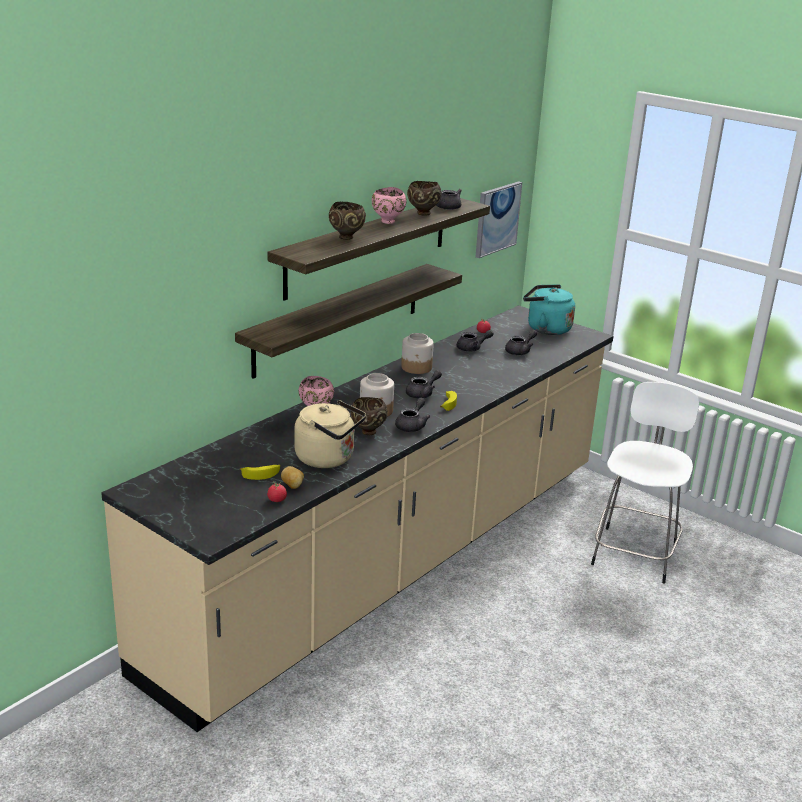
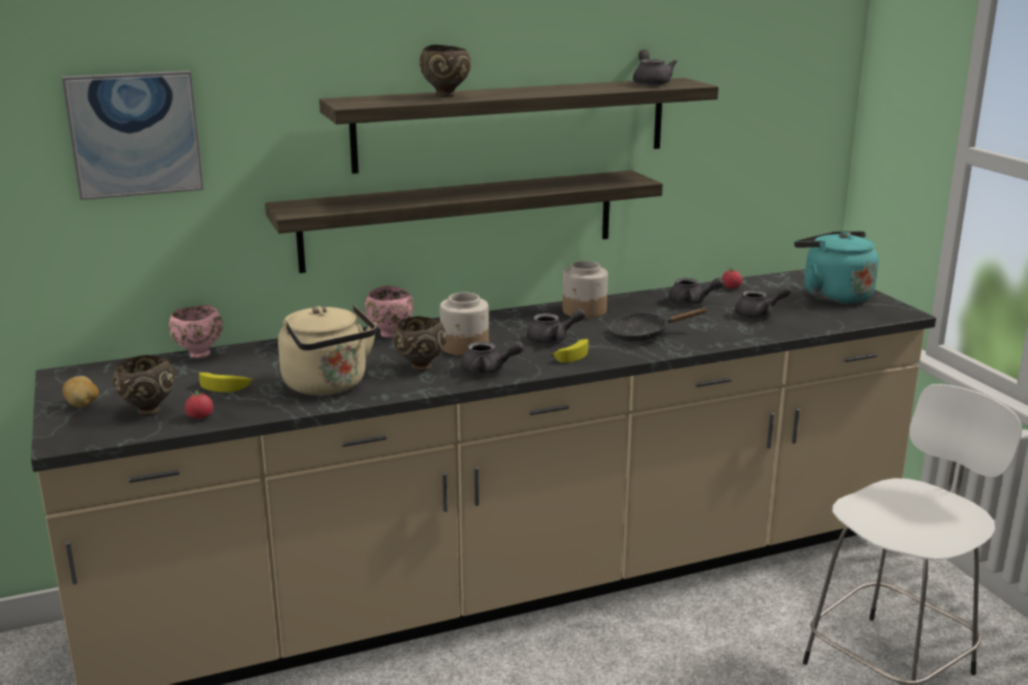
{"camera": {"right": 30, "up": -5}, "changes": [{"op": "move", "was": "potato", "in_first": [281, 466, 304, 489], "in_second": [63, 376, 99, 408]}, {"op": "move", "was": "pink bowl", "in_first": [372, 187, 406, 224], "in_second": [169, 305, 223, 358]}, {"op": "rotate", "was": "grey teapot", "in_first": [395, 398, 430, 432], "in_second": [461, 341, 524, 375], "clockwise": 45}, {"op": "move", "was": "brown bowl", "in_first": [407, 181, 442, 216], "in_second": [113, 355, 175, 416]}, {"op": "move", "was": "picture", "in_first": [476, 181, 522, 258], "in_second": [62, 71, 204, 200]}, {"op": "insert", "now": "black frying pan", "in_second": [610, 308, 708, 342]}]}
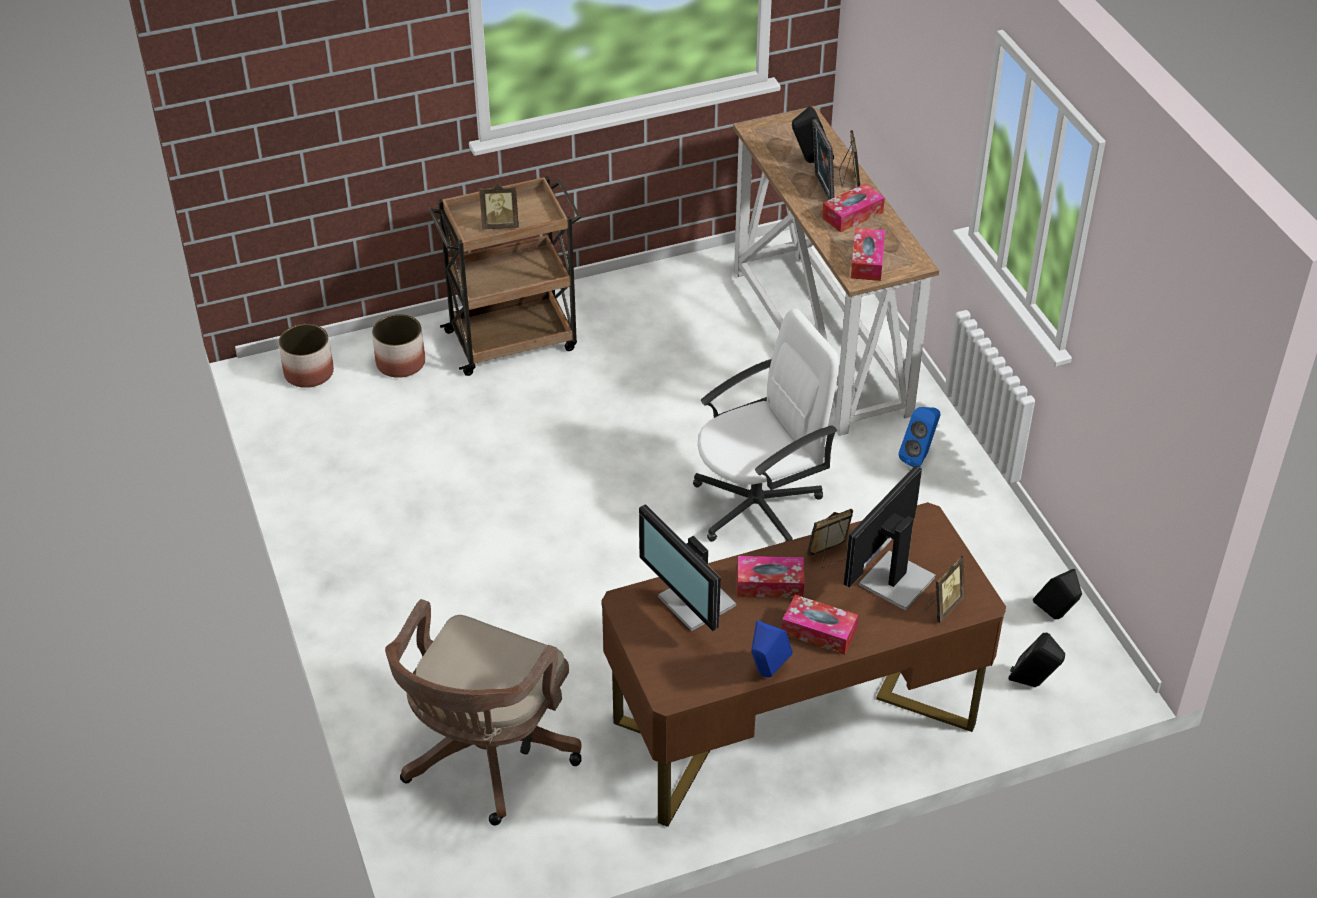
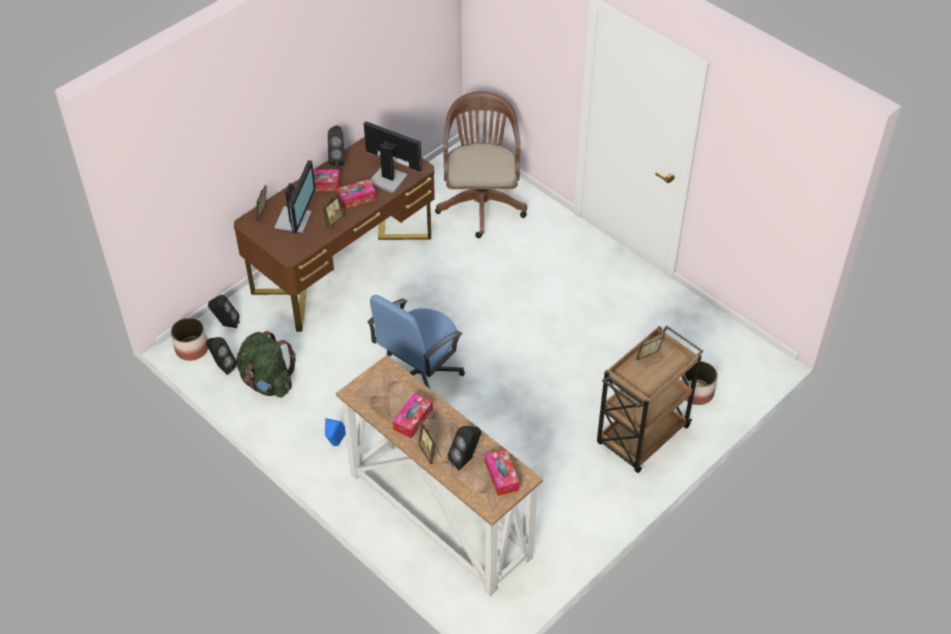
{"camera": {"right": 155, "up": 5}, "changes": [{"op": "move", "was": "planter", "in_first": [279, 324, 334, 388], "in_second": [171, 317, 208, 361]}, {"op": "recolor", "was": "white office chair", "now": "blue office chair", "in_first": [693, 308, 839, 542], "in_second": [367, 295, 465, 389]}, {"op": "recolor", "was": "blue speaker", "now": "black speaker", "in_first": [751, 620, 793, 678], "in_second": [328, 126, 345, 166]}, {"op": "delete", "was": "picture frame", "in_first": [812, 119, 834, 200]}, {"op": "move", "was": "tissue box", "in_first": [851, 228, 885, 281], "in_second": [485, 449, 519, 496]}, {"op": "insert", "now": "green backpack", "in_second": [236, 331, 296, 398]}]}
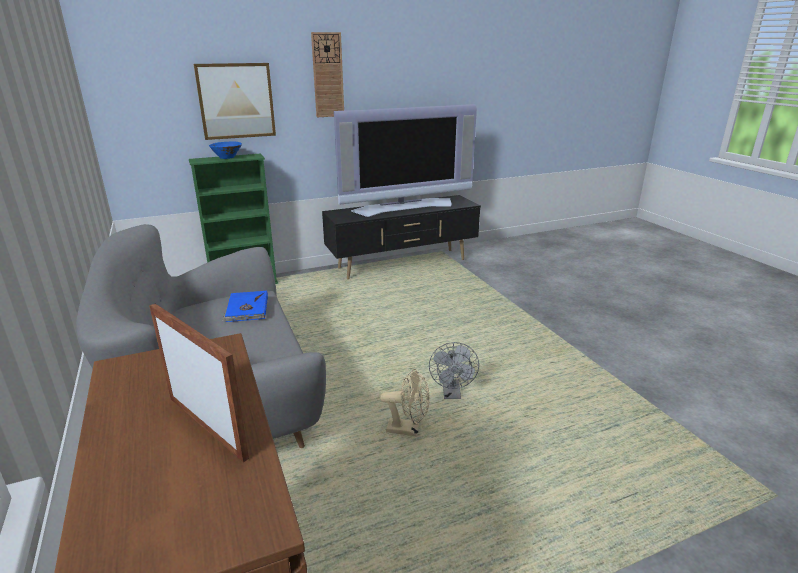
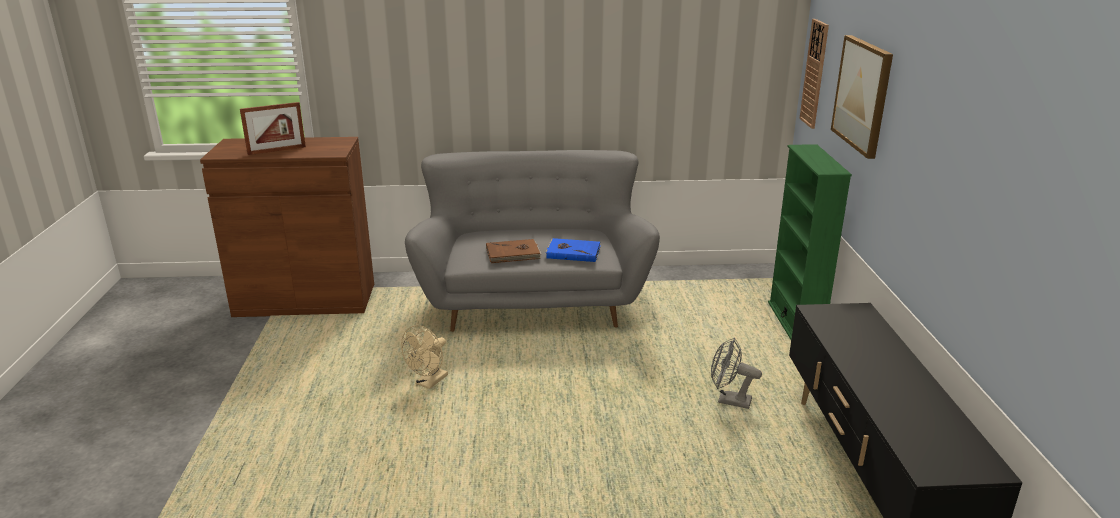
{"camera": {"right": 110, "up": 0}, "changes": [{"op": "delete", "was": "blue bowl", "in_first": [209, 141, 242, 159]}, {"op": "move", "was": "wall clock", "in_first": [311, 32, 344, 117], "in_second": [799, 19, 829, 129]}, {"op": "delete", "was": "television", "in_first": [334, 104, 477, 217]}, {"op": "move", "was": "grey fan", "in_first": [429, 342, 479, 399], "in_second": [711, 337, 762, 409]}, {"op": "insert", "now": "brown book", "in_second": [486, 239, 542, 263]}]}
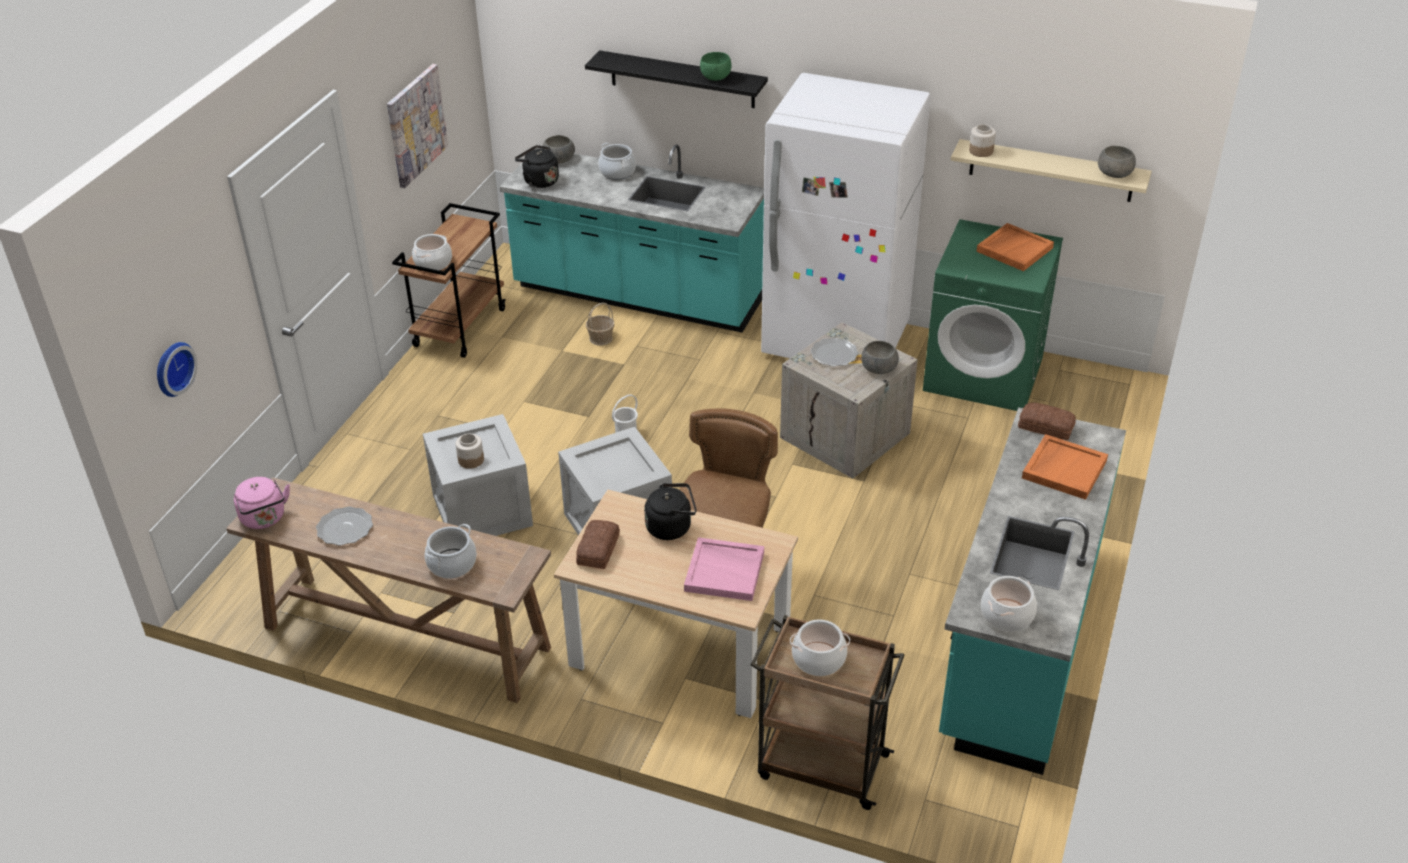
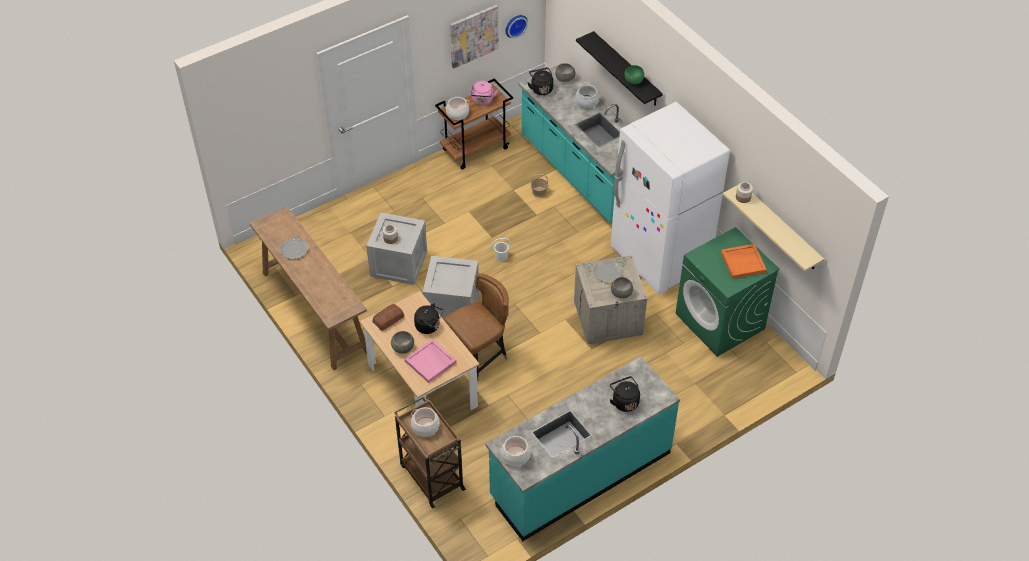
{"camera": {"right": 35, "up": 10}, "changes": [{"op": "move", "was": "wall clock", "in_first": [157, 342, 197, 397], "in_second": [506, 15, 528, 38]}, {"op": "move", "was": "pink kettle", "in_first": [234, 477, 290, 529], "in_second": [471, 81, 498, 105]}, {"op": "delete", "was": "cooking pot", "in_first": [425, 524, 477, 579]}, {"op": "delete", "was": "bread", "in_first": [1018, 403, 1076, 440]}, {"op": "replace", "was": "orange tray", "now": "black kettle", "in_first": [1022, 434, 1108, 500], "in_second": [610, 376, 640, 412]}, {"op": "move", "was": "grey bowl", "in_first": [1098, 146, 1136, 178], "in_second": [391, 331, 414, 354]}]}
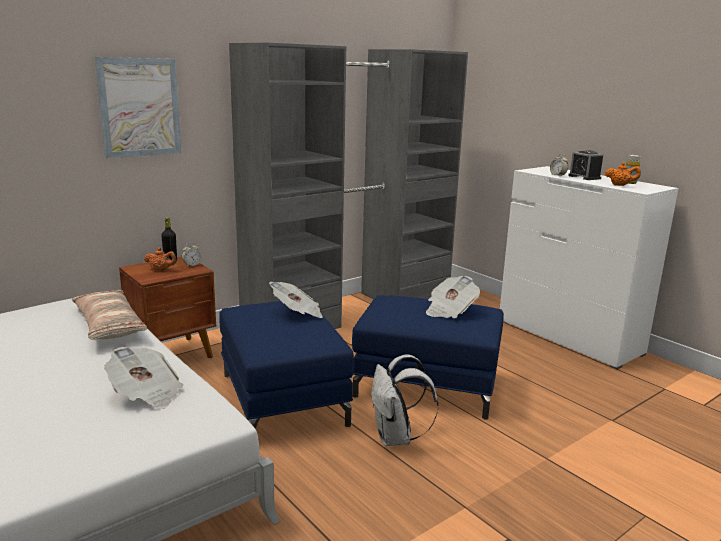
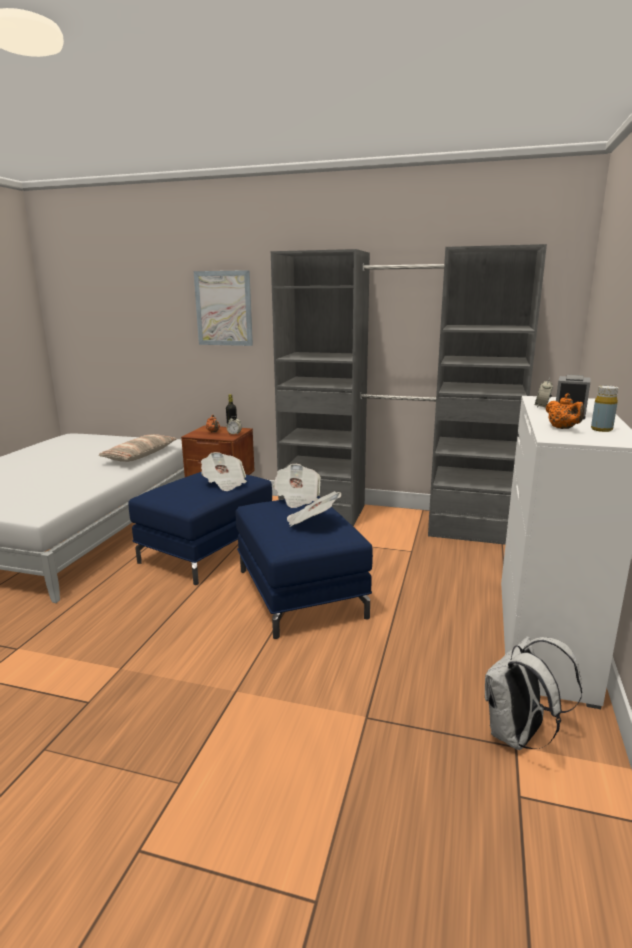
{"camera": {"right": 55, "up": 0}, "changes": [{"op": "move", "was": "newspaper", "in_first": [104, 347, 183, 409], "in_second": [273, 464, 321, 508]}, {"op": "move", "was": "white backpack", "in_first": [371, 354, 438, 447], "in_second": [485, 636, 582, 750]}]}
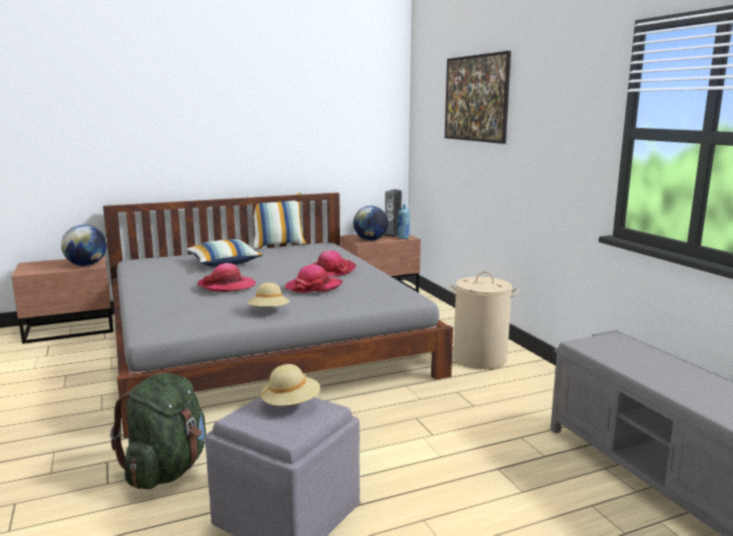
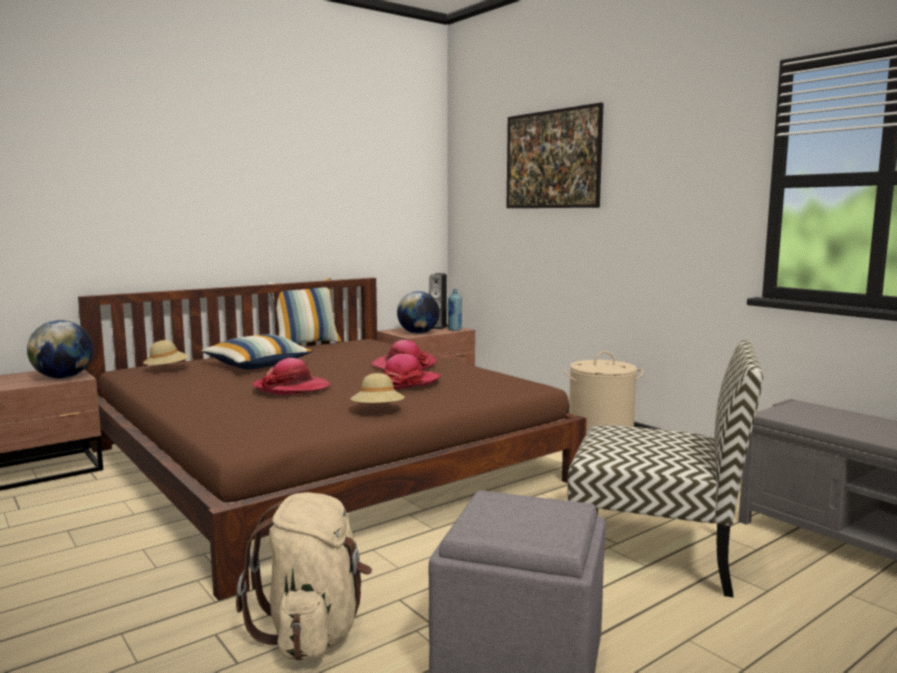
{"camera": {"right": -15, "up": -5}, "changes": [{"op": "recolor", "was": "grey bed", "now": "brown bed", "in_first": [103, 193, 453, 438], "in_second": [78, 278, 587, 601]}, {"op": "recolor", "was": "green backpack", "now": "beige backpack", "in_first": [110, 373, 206, 489], "in_second": [236, 492, 372, 661]}, {"op": "move", "was": "beige hat", "in_first": [260, 364, 320, 406], "in_second": [143, 340, 189, 372]}, {"op": "insert", "now": "chair", "in_second": [567, 340, 763, 597]}]}
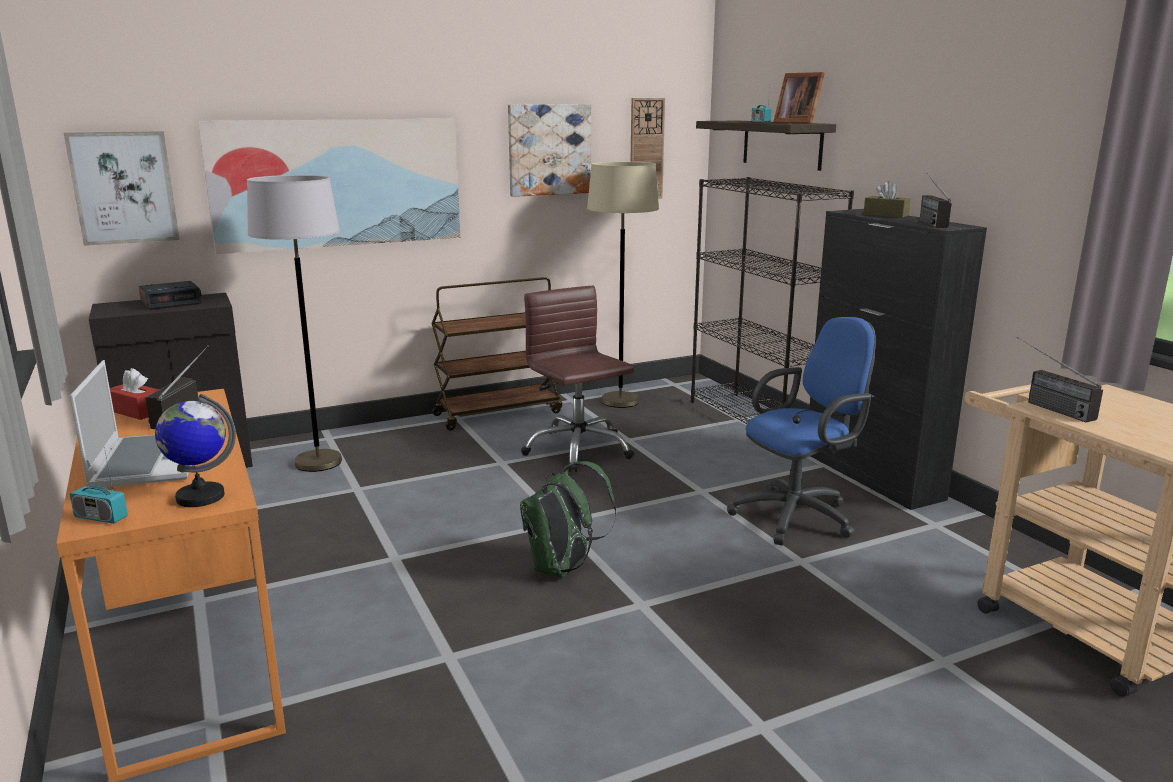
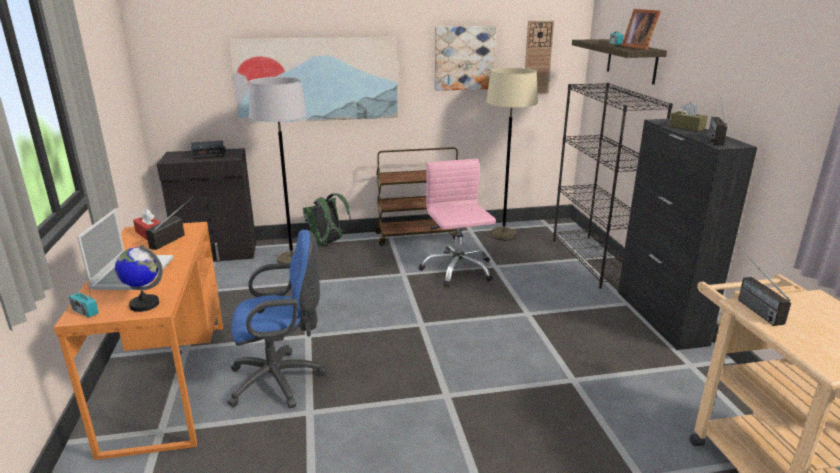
{"camera": {"right": 15, "up": 5}, "changes": [{"op": "delete", "was": "picture", "in_first": [64, 131, 180, 246]}, {"op": "move", "was": "green backpack", "in_first": [520, 461, 616, 578], "in_second": [303, 193, 351, 246]}, {"op": "recolor", "was": "brown office chair", "now": "pink office chair", "in_first": [521, 286, 634, 472], "in_second": [419, 159, 496, 287]}, {"op": "move", "was": "blue office chair", "in_first": [727, 317, 876, 545], "in_second": [227, 230, 326, 408]}]}
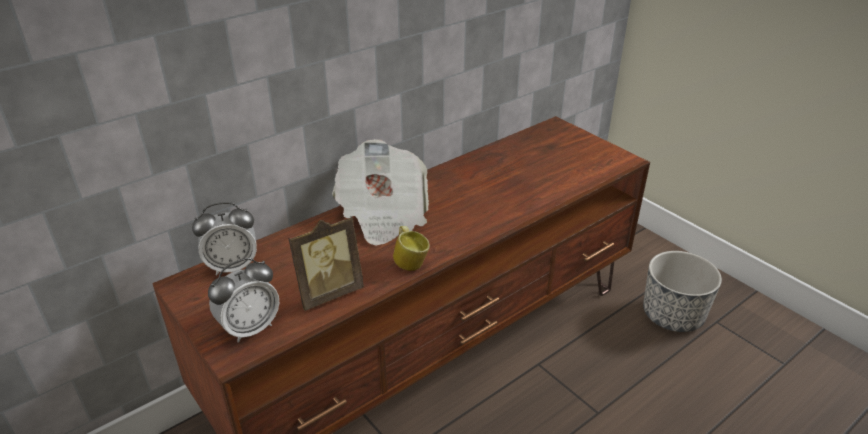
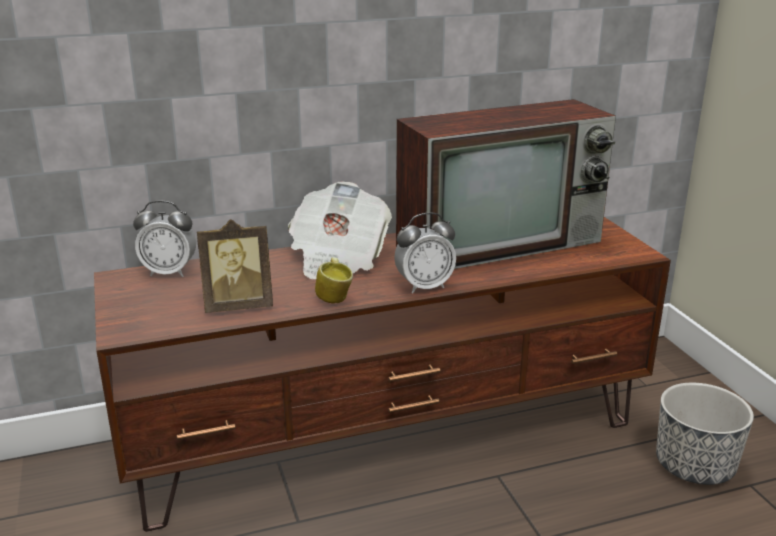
{"camera": {"right": 20, "up": -10}, "changes": [{"op": "move", "was": "alarm clock", "in_first": [208, 258, 279, 343], "in_second": [394, 212, 456, 293]}, {"op": "insert", "now": "television", "in_second": [396, 99, 616, 269]}]}
